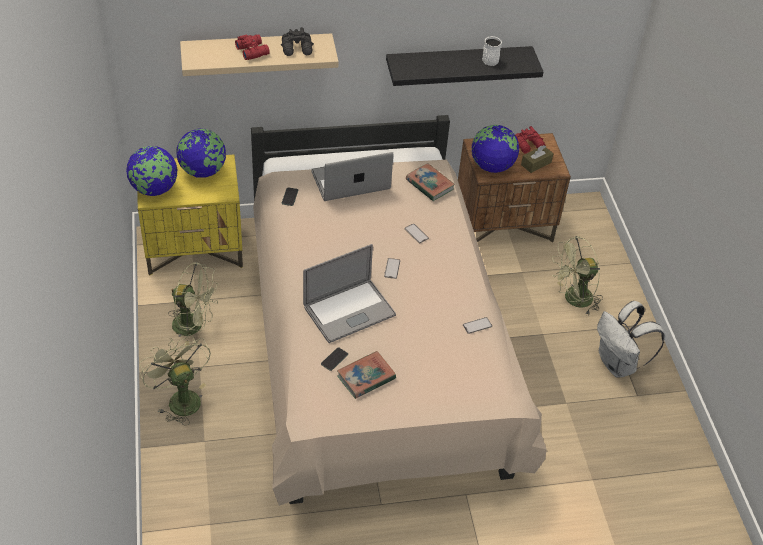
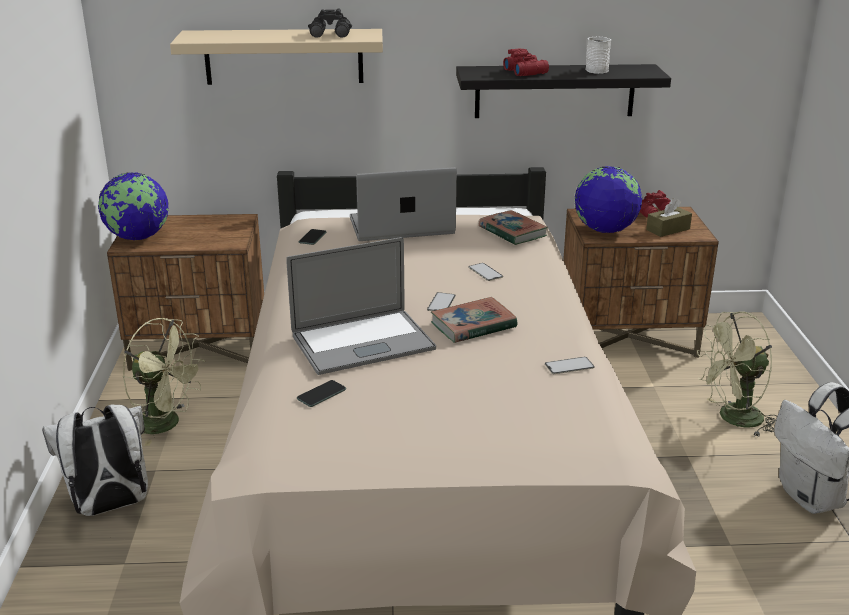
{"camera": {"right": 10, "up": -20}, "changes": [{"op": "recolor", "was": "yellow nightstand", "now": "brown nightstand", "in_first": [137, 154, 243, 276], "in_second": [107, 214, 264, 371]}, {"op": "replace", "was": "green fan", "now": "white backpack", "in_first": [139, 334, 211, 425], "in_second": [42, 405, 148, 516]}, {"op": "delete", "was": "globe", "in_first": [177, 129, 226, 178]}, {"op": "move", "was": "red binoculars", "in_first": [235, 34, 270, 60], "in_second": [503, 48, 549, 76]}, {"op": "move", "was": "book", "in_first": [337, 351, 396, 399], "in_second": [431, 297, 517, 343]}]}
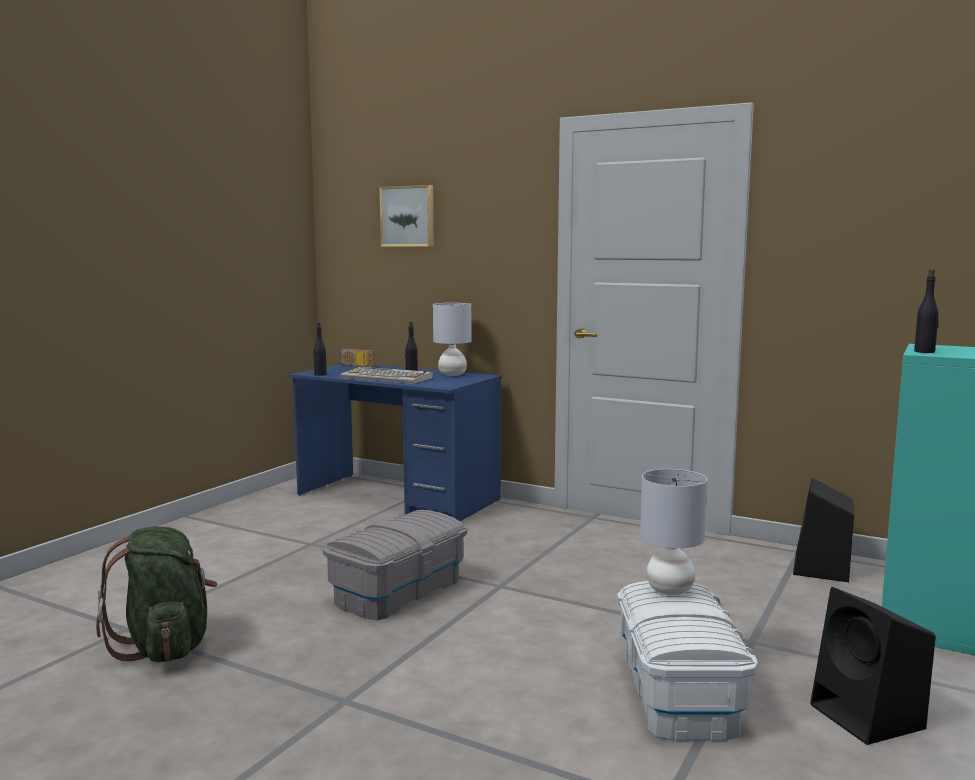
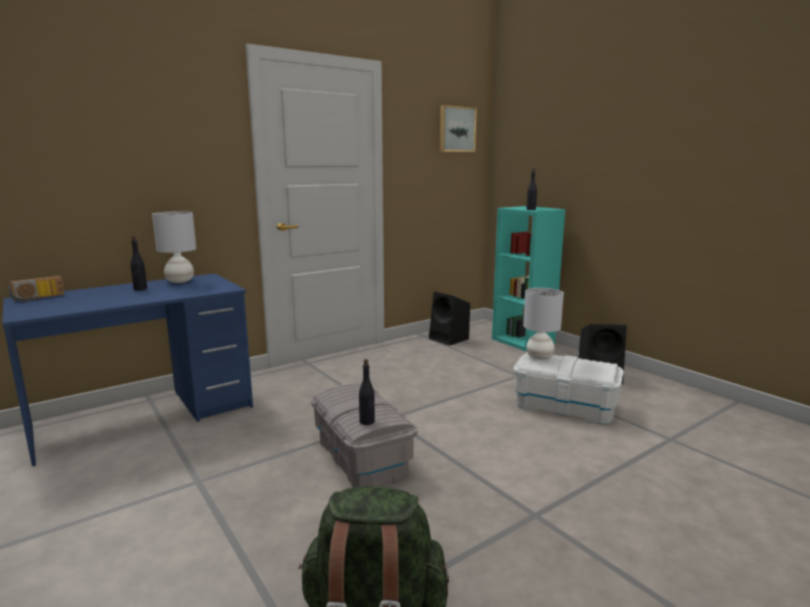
{"camera": {"right": -65, "up": 5}, "changes": [{"op": "move", "was": "black bottle", "in_first": [314, 322, 327, 376], "in_second": [359, 359, 375, 425]}, {"op": "delete", "was": "keyboard", "in_first": [340, 367, 433, 384]}, {"op": "move", "was": "picture", "in_first": [380, 185, 434, 247], "in_second": [440, 105, 477, 152]}]}
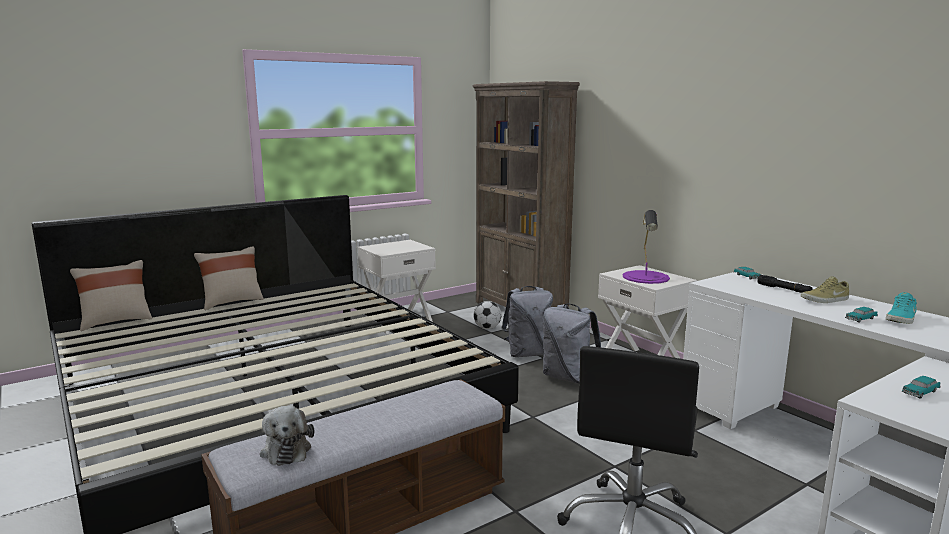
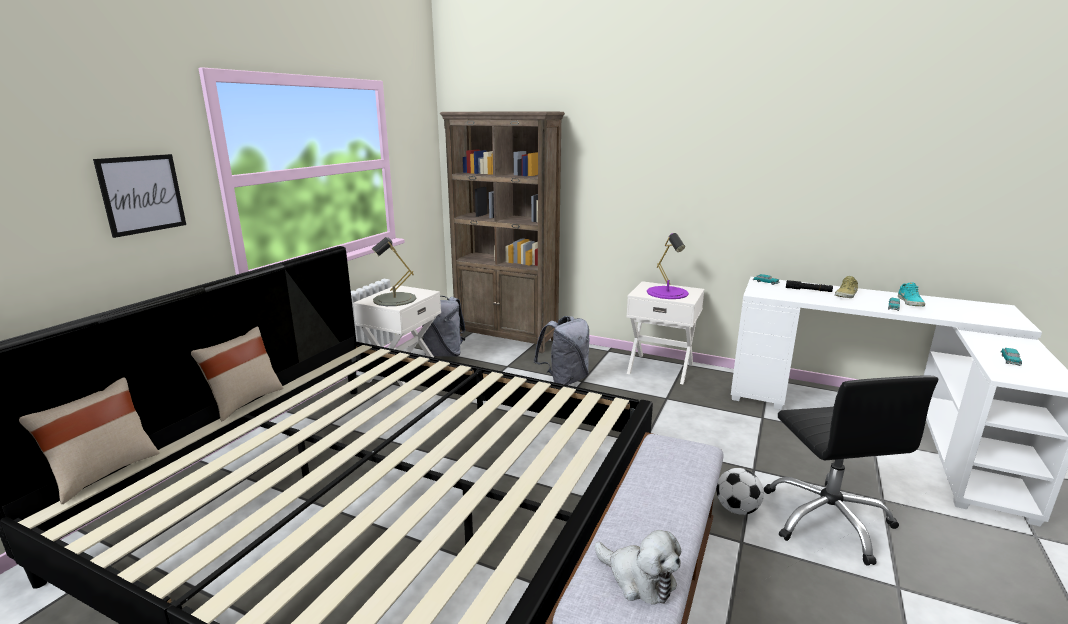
{"camera": {"right": -30, "up": 5}, "changes": [{"op": "move", "was": "football", "in_first": [474, 301, 501, 329], "in_second": [716, 468, 764, 515]}, {"op": "move", "was": "grey backpack", "in_first": [543, 304, 601, 384], "in_second": [422, 296, 466, 357]}, {"op": "insert", "now": "picture", "in_second": [93, 154, 186, 238]}, {"op": "insert", "now": "grey table lamp", "in_second": [372, 237, 416, 306]}]}
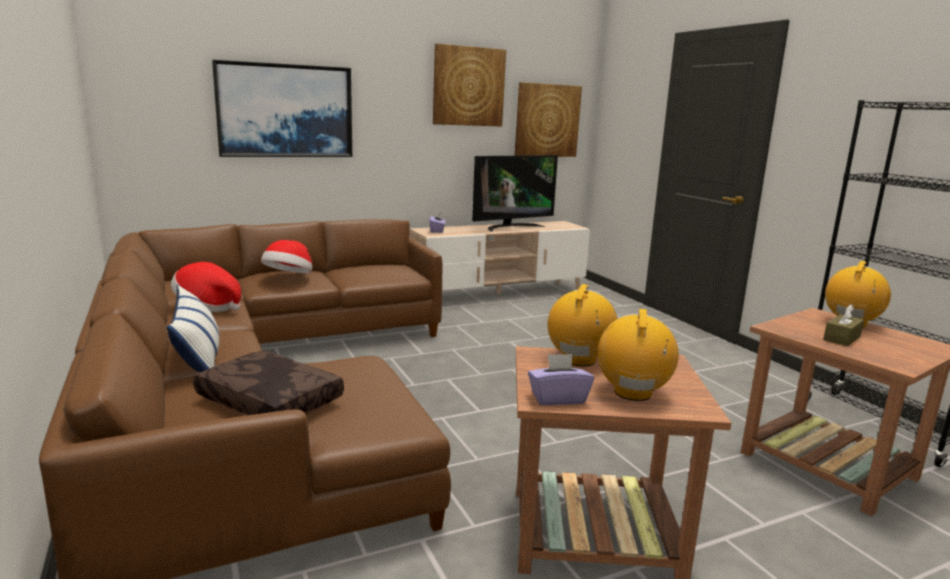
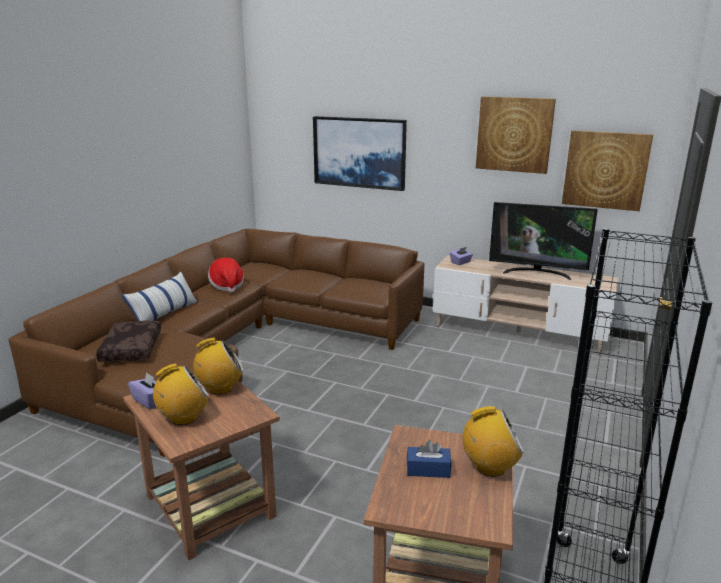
{"camera": {"right": 50, "up": 5}, "changes": [{"op": "delete", "was": "hat", "in_first": [261, 240, 313, 274]}, {"op": "recolor", "was": "brown tissue box", "now": "blue tissue box", "in_first": [823, 304, 864, 346], "in_second": [407, 440, 451, 478]}]}
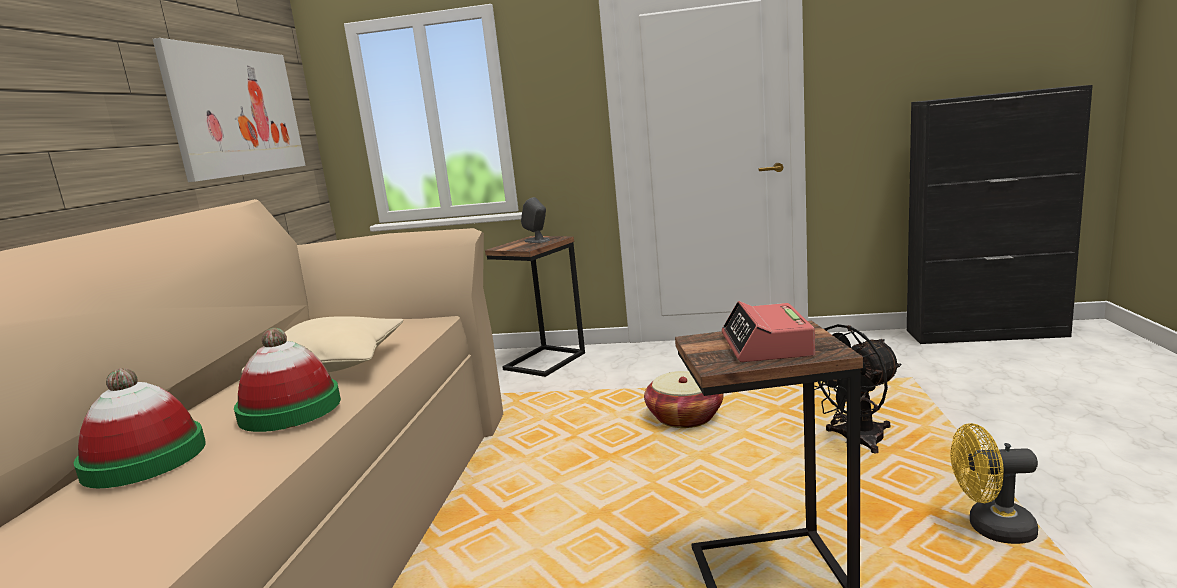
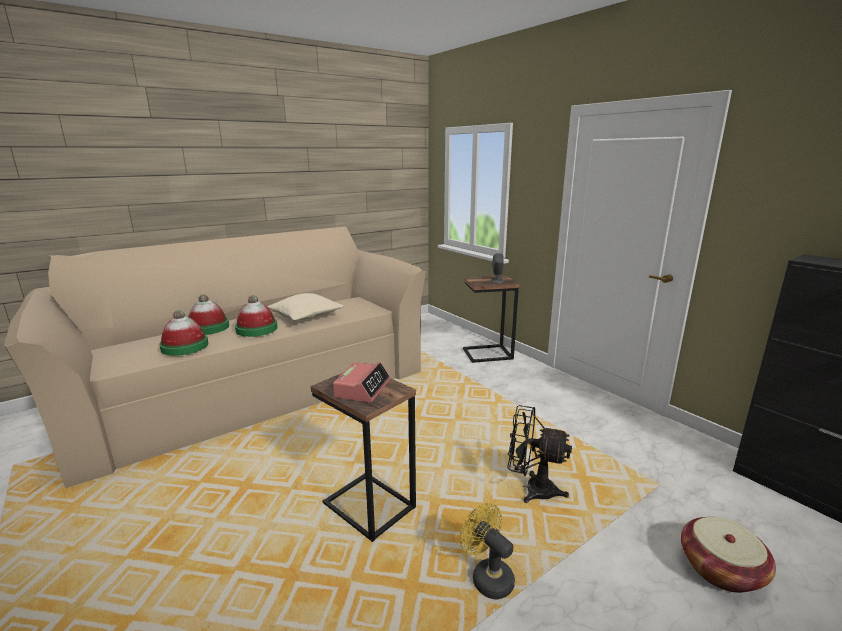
{"camera": {"right": 45, "up": 5}, "changes": [{"op": "delete", "was": "picture", "in_first": [153, 38, 306, 182]}, {"op": "move", "was": "basket", "in_first": [644, 371, 724, 428], "in_second": [681, 517, 776, 593]}, {"op": "rotate", "was": "alarm clock", "in_first": [722, 301, 815, 362], "in_second": [333, 362, 390, 403], "clockwise": 150}, {"op": "insert", "now": "hat", "in_second": [159, 310, 208, 356]}]}
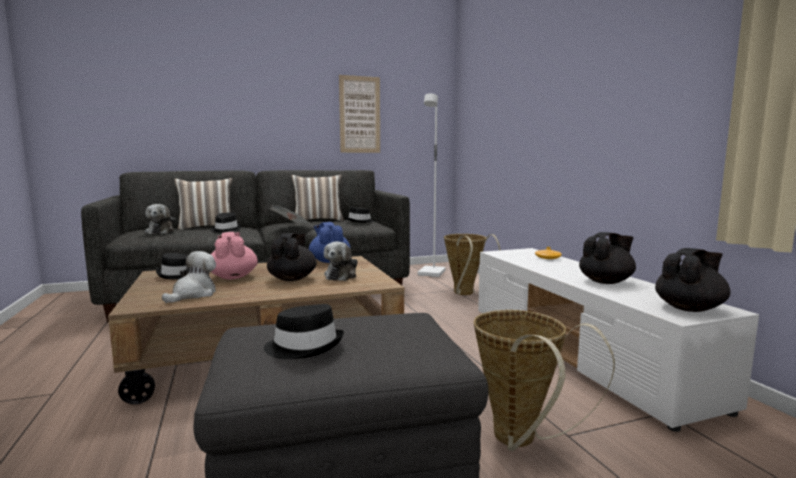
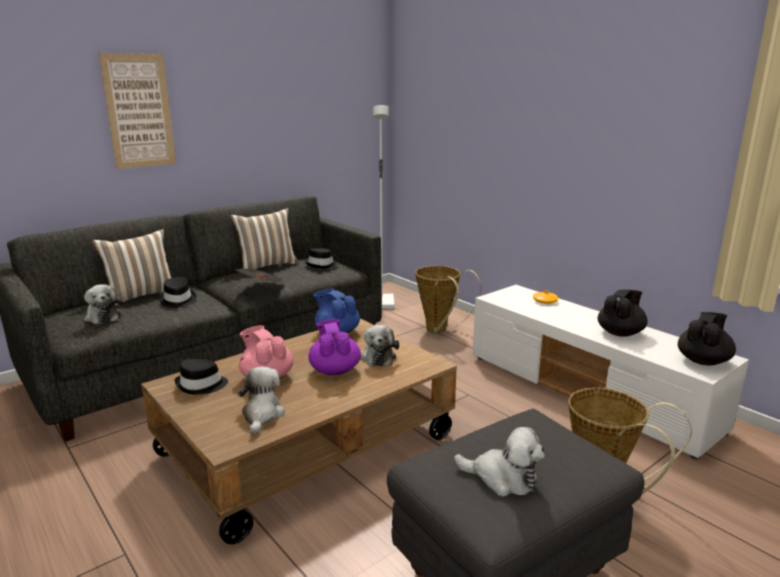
{"camera": {"right": -20, "up": 10}, "changes": [{"op": "replace", "was": "black hat", "now": "plush toy", "in_first": [264, 304, 344, 359], "in_second": [454, 427, 545, 497]}, {"op": "recolor", "was": "black teapot", "now": "purple teapot", "in_first": [267, 233, 317, 281], "in_second": [308, 319, 361, 375]}, {"op": "move", "was": "picture", "in_first": [339, 75, 380, 153], "in_second": [99, 53, 176, 169]}]}
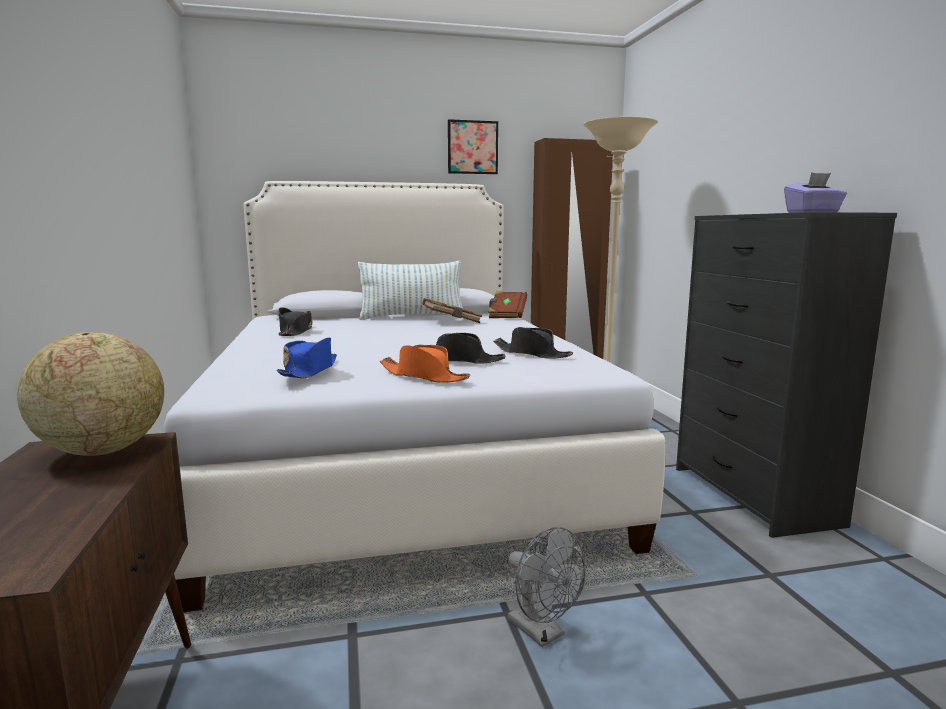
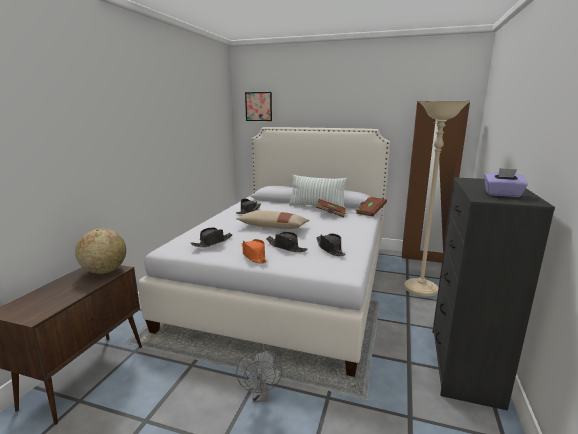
{"camera": {"right": 30, "up": 5}, "changes": [{"op": "recolor", "was": "blue hat", "now": "black hat", "in_first": [277, 338, 337, 378], "in_second": [191, 227, 232, 247]}, {"op": "move", "was": "picture", "in_first": [448, 119, 498, 174], "in_second": [245, 92, 272, 121]}, {"op": "insert", "now": "beige pillow", "in_second": [236, 211, 310, 229]}]}
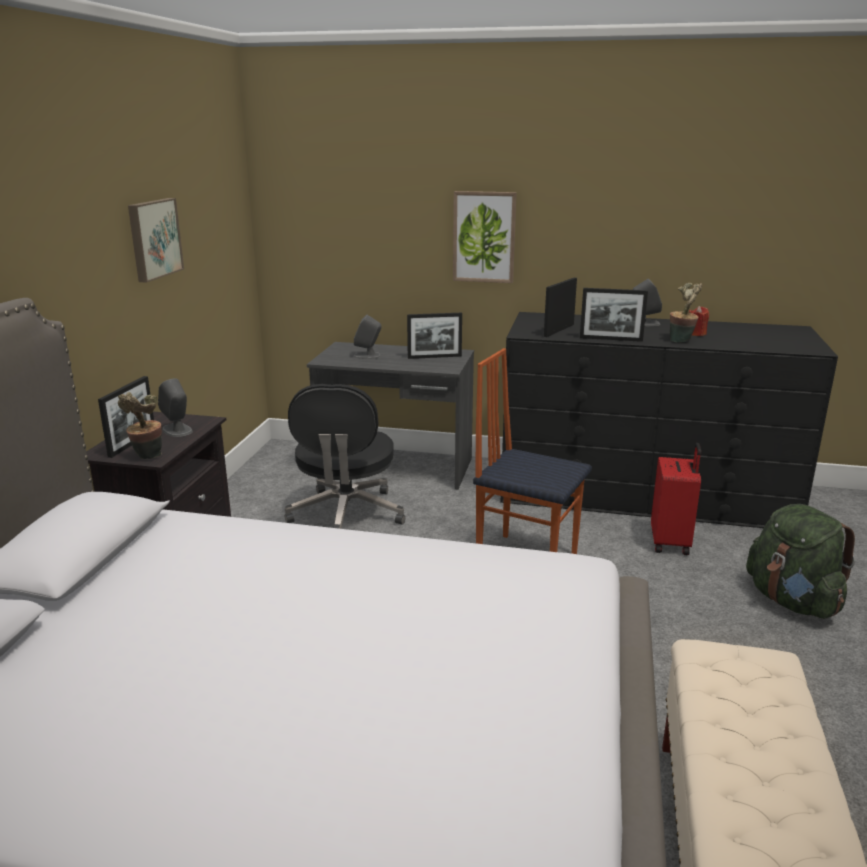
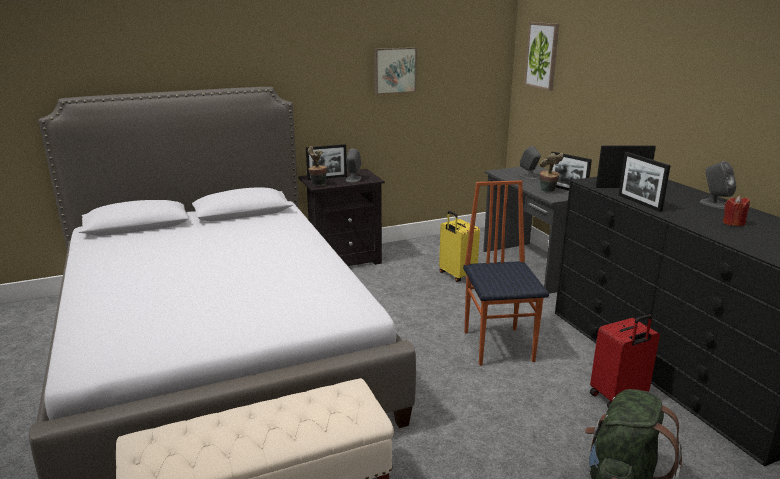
{"camera": {"right": 55, "up": 0}, "changes": [{"op": "replace", "was": "black office chair", "now": "yellow suitcase", "in_first": [285, 384, 405, 529], "in_second": [439, 211, 480, 282]}, {"op": "move", "was": "picture", "in_first": [453, 191, 517, 283], "in_second": [524, 22, 559, 91]}, {"op": "move", "was": "potted plant", "in_first": [670, 283, 702, 343], "in_second": [540, 153, 563, 192]}]}
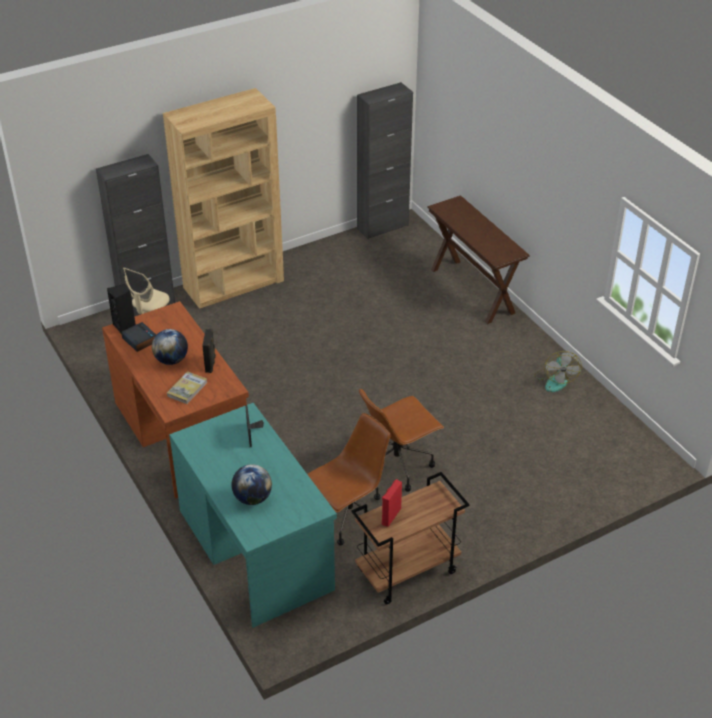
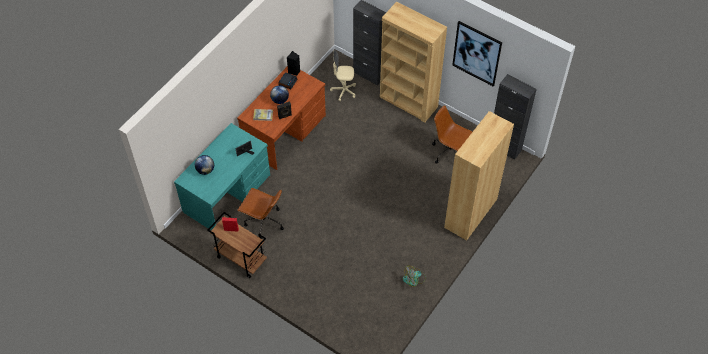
{"camera": {"right": 65, "up": 15}, "changes": [{"op": "move", "was": "brown office chair", "in_first": [359, 389, 444, 492], "in_second": [432, 105, 472, 164]}, {"op": "replace", "was": "brown console table", "now": "brown bookcase", "in_first": [427, 195, 530, 324], "in_second": [444, 111, 514, 241]}, {"op": "insert", "now": "picture", "in_second": [452, 21, 502, 87]}]}
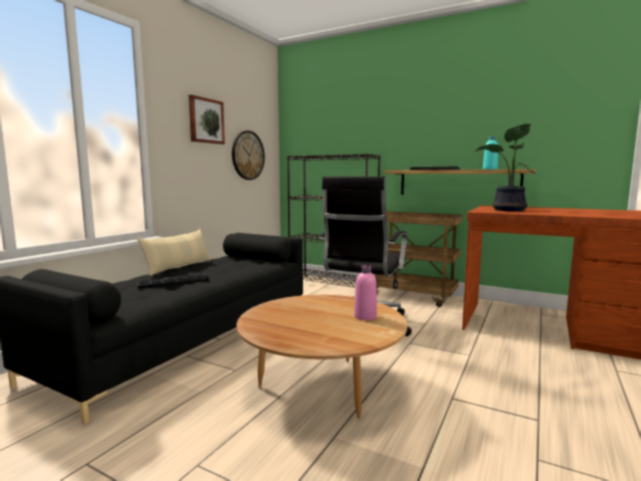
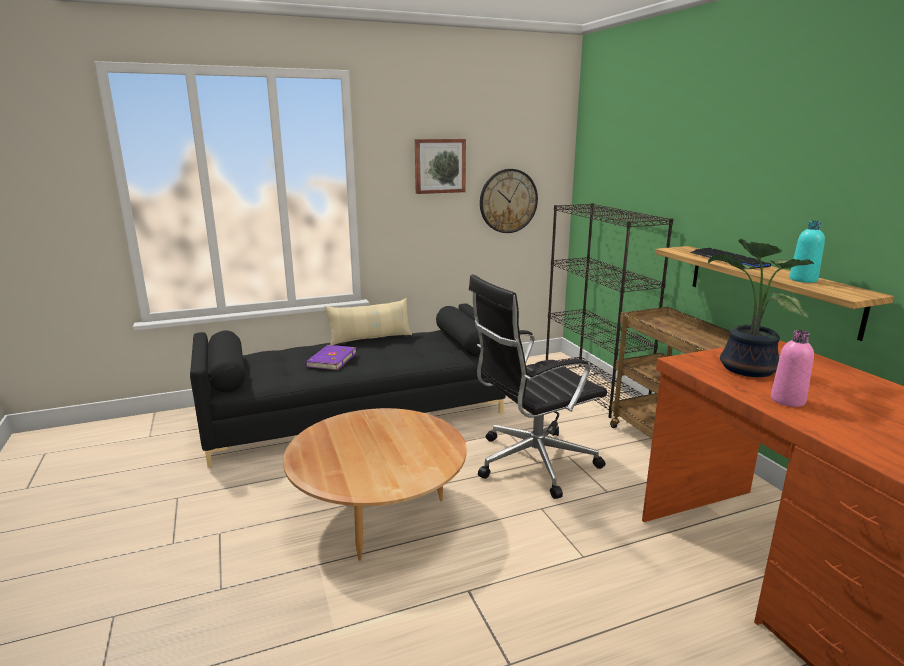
{"camera": {"right": 40, "up": 10}, "changes": [{"op": "replace", "was": "keyboard", "now": "purple book", "in_first": [137, 273, 209, 288], "in_second": [305, 345, 357, 370]}, {"op": "move", "was": "pink bottle", "in_first": [354, 265, 377, 320], "in_second": [771, 330, 814, 407]}]}
